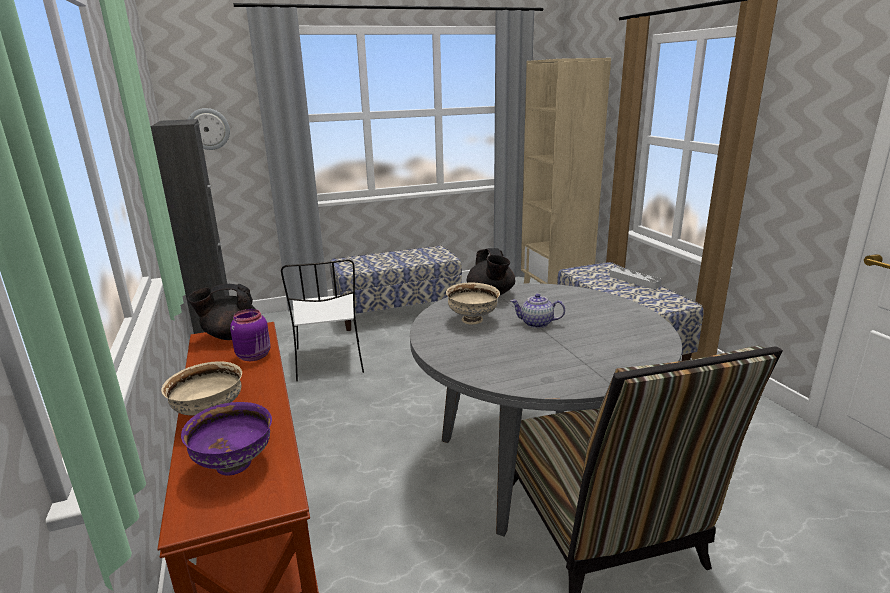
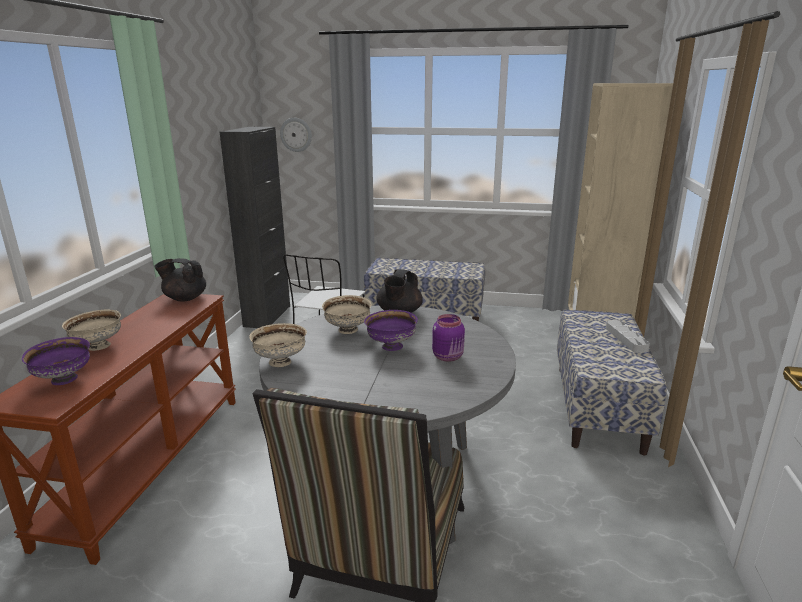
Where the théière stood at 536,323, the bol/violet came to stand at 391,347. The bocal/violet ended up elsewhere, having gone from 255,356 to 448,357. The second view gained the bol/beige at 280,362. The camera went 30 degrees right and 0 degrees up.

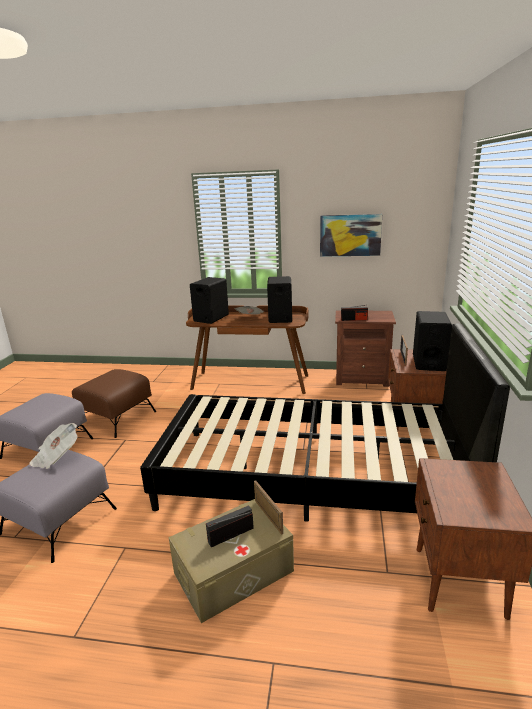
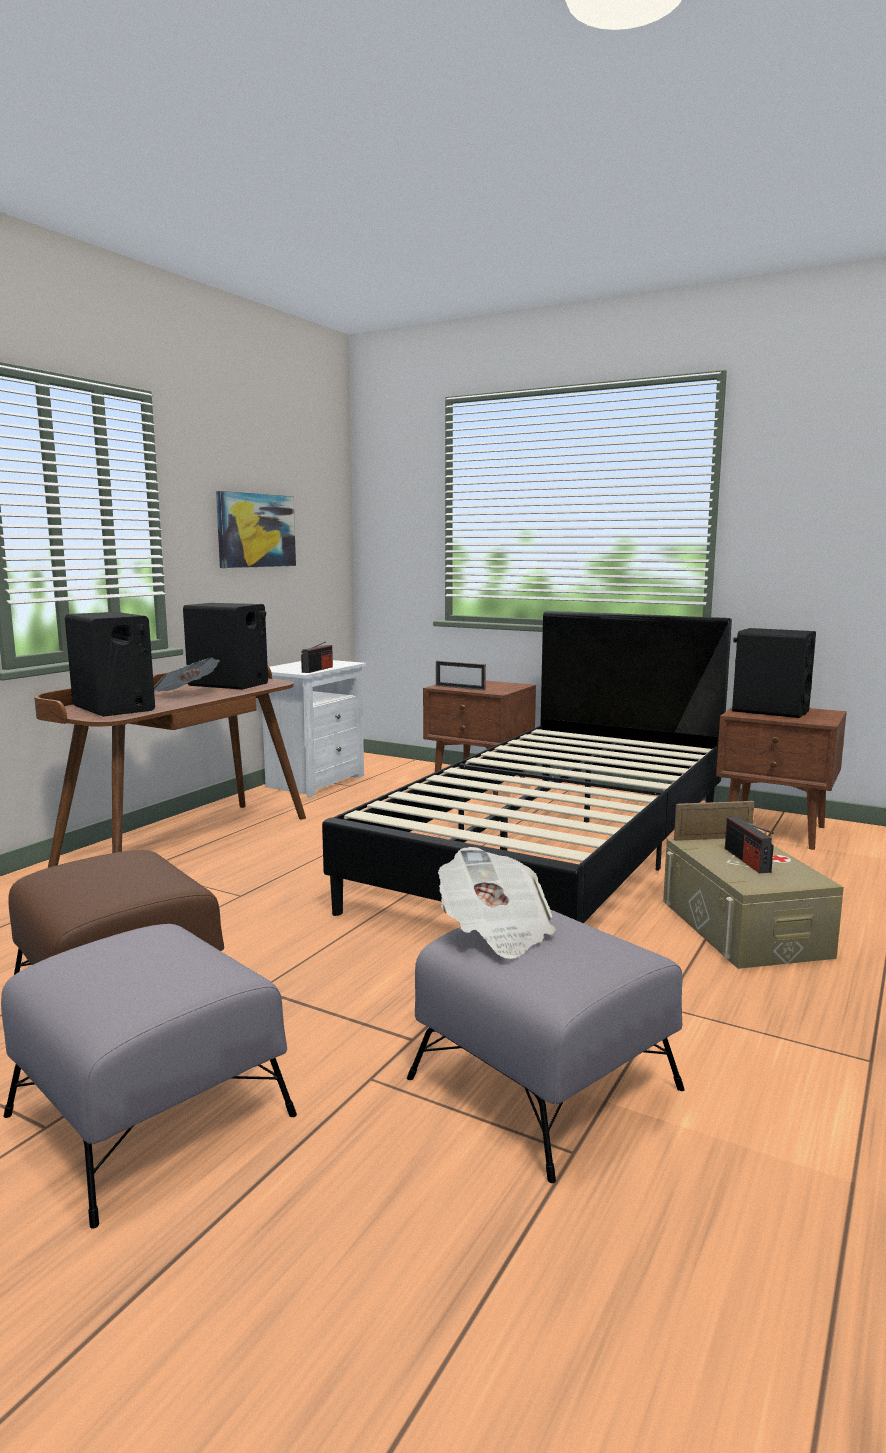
What was the table de chevet/marron at 362,378 turned into the table de chevet/blanc at 313,781. The enceinte/noir ended up elsewhere, having gone from 428,362 to 769,711. The camera went 70 degrees left and 10 degrees down.

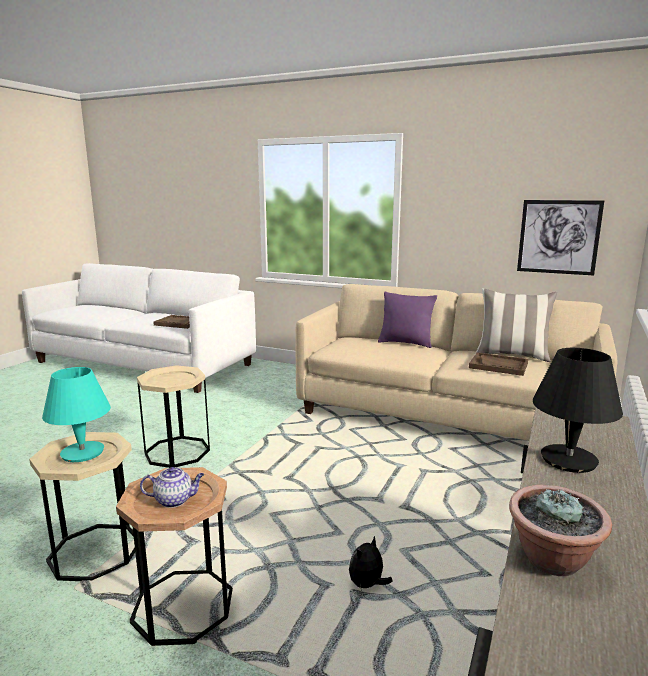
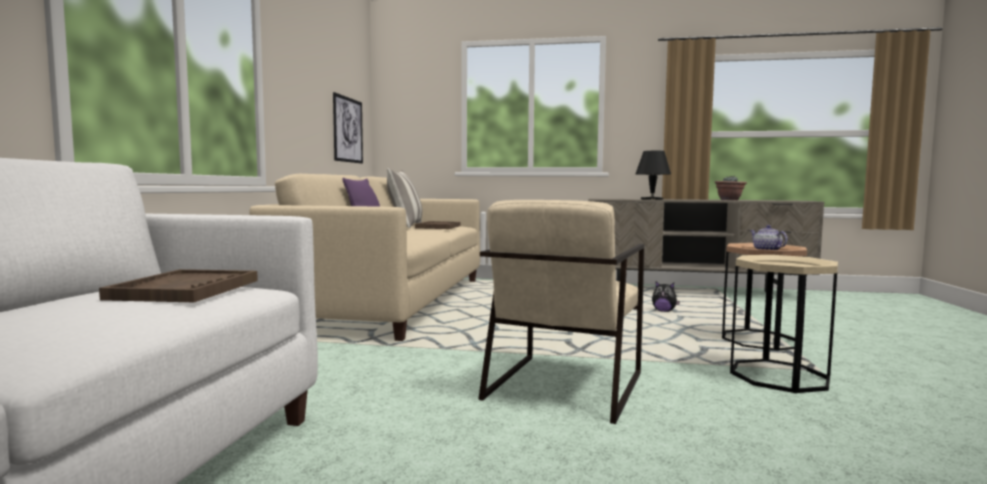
Where the table d'appoint/beige stood at 177,452, the fauteuil/beige came to stand at 564,385. The second view lost the lampe de table/turquoise at 82,453. The camera went 105 degrees left and 10 degrees down.

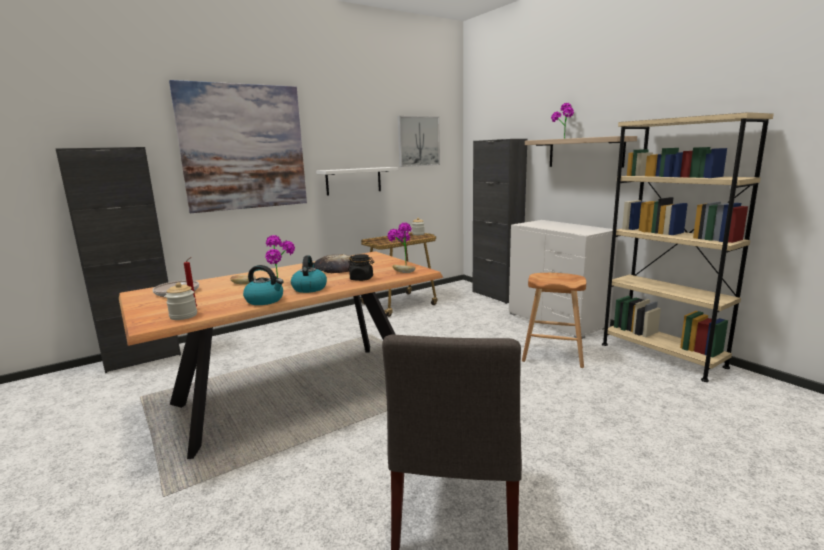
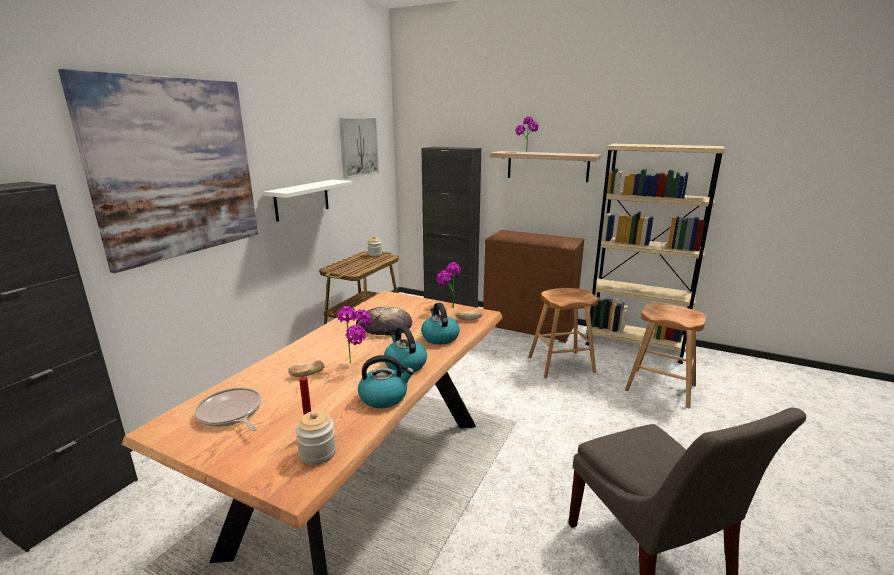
What was the commode/blanc at 557,320 turned into the commode/marron at 529,326. Where the bocal/noir stood at 361,279, the bouilloire came to stand at 439,337. The second view gained the tabouret/marron at 660,388. The camera went 30 degrees left and 5 degrees up.

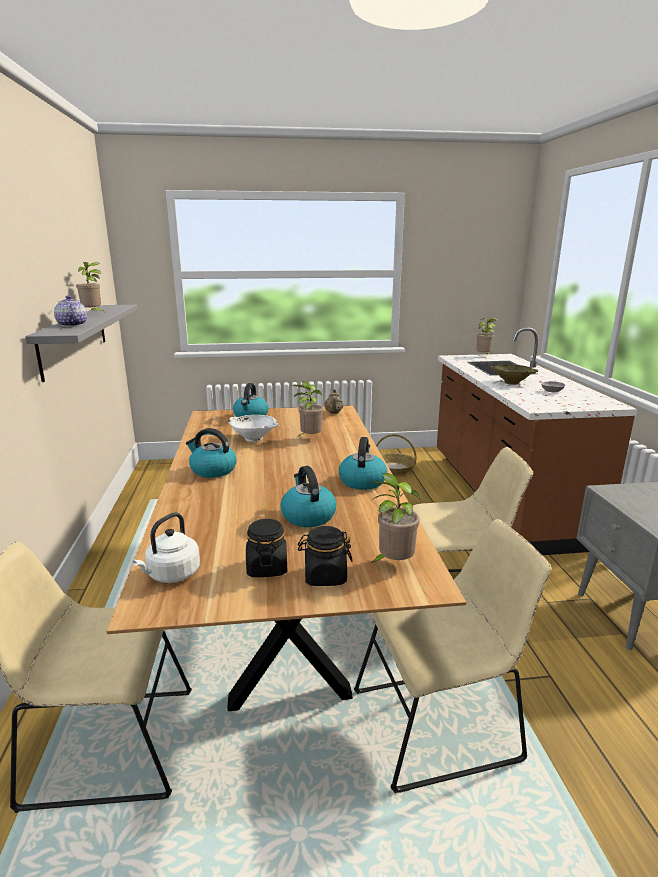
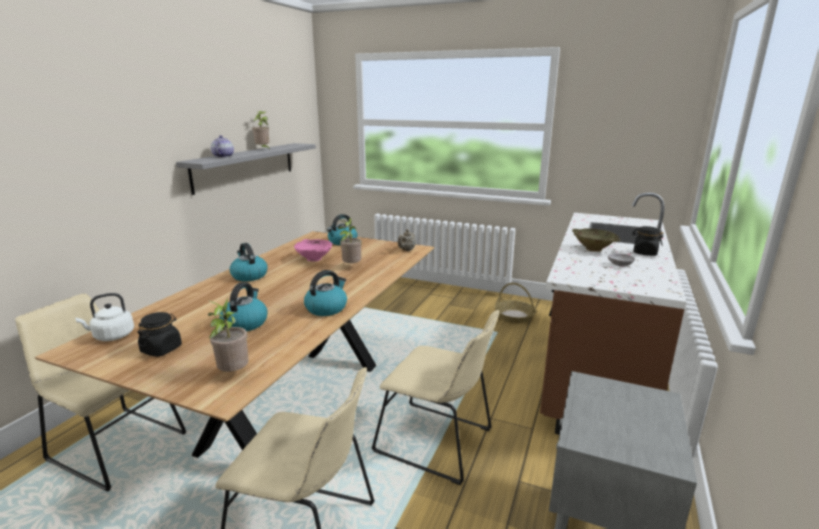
The second view lost the plante en pot at 484,356. What was the bol/blanc at 253,438 turned into the bol/rose at 314,259. The bocal/noir ended up elsewhere, having gone from 325,576 to 644,253. The camera went 30 degrees right and 0 degrees up.

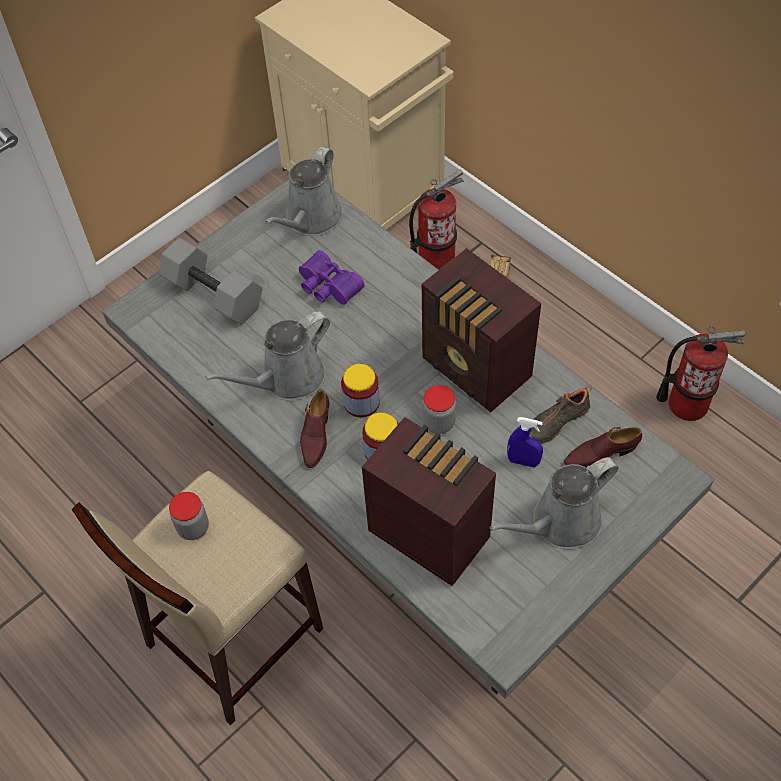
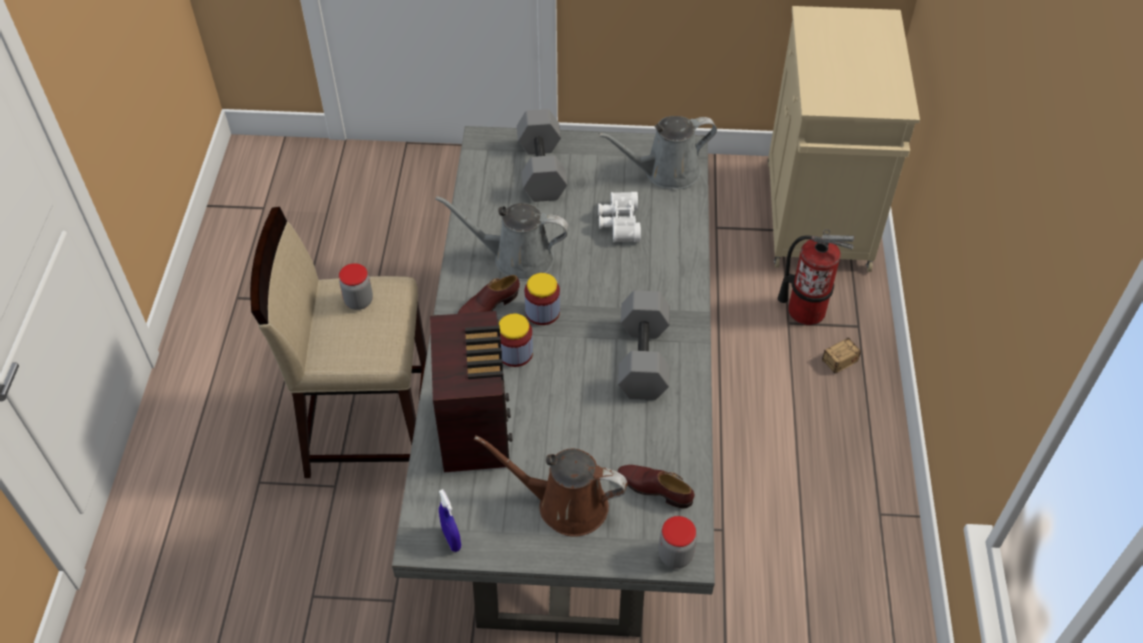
Where the radio stood at 476,370, the haltère/gris came to stand at 645,359. What was the jumelles/violet at 327,287 turned into the jumelles/blanc at 618,223. The second view lost the extincteur at 687,404. The bocal ended up elsewhere, having gone from 439,423 to 675,555. The second view lost the chaussure/noir at 556,421. The vaporisateur/bleu ended up elsewhere, having gone from 523,461 to 451,539. What was the arrosoir/gris at 560,523 turned into the arrosoir/marron at 565,504. The camera went 45 degrees right and 5 degrees down.

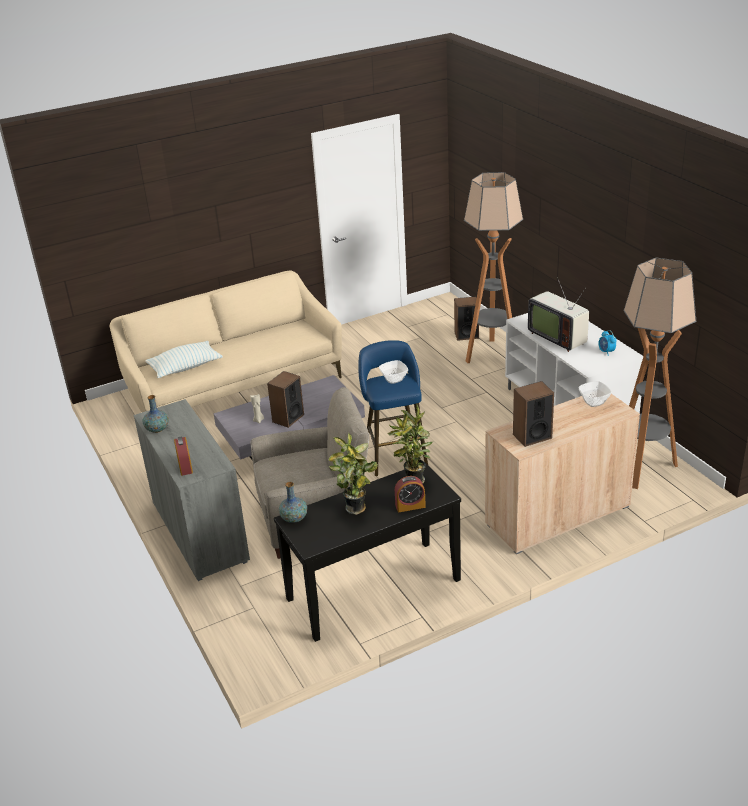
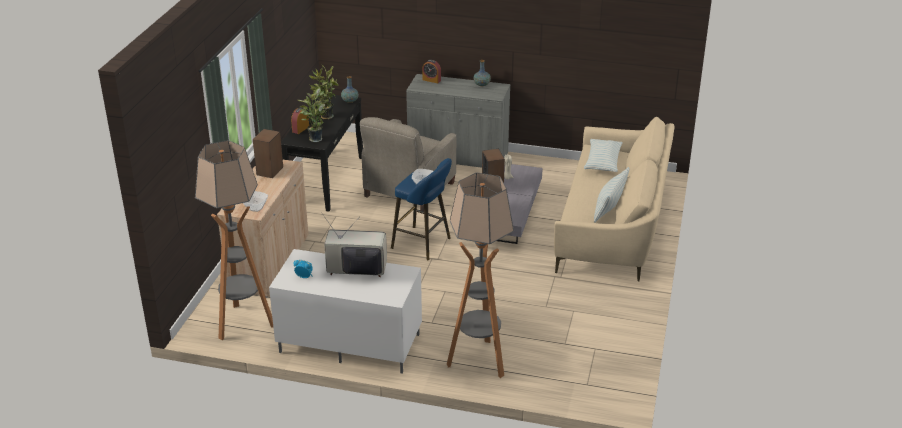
The second view lost the enceinte at 466,335. The second view gained the coussin at 609,208. The camera went 130 degrees right and 0 degrees up.

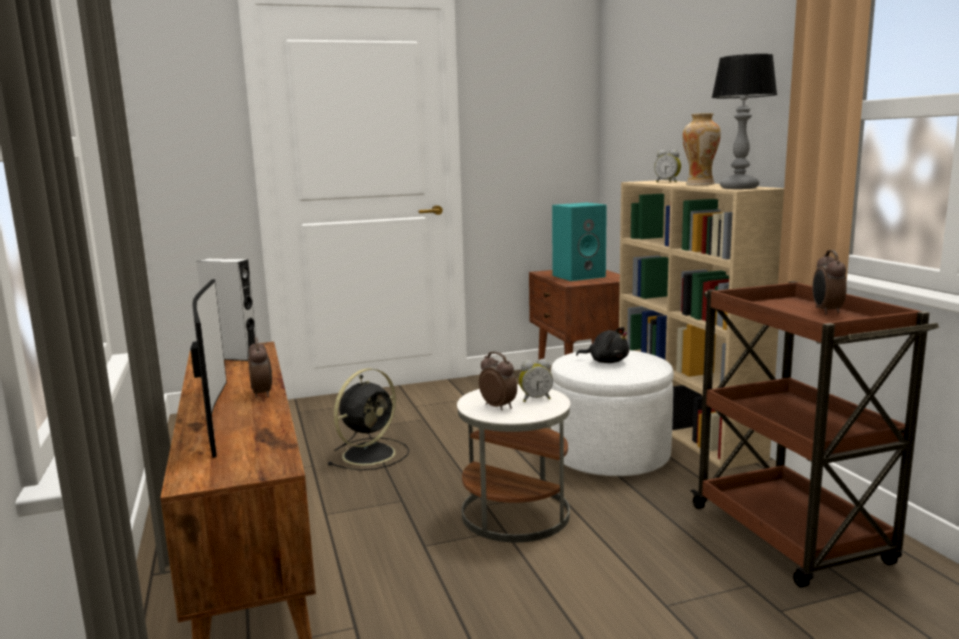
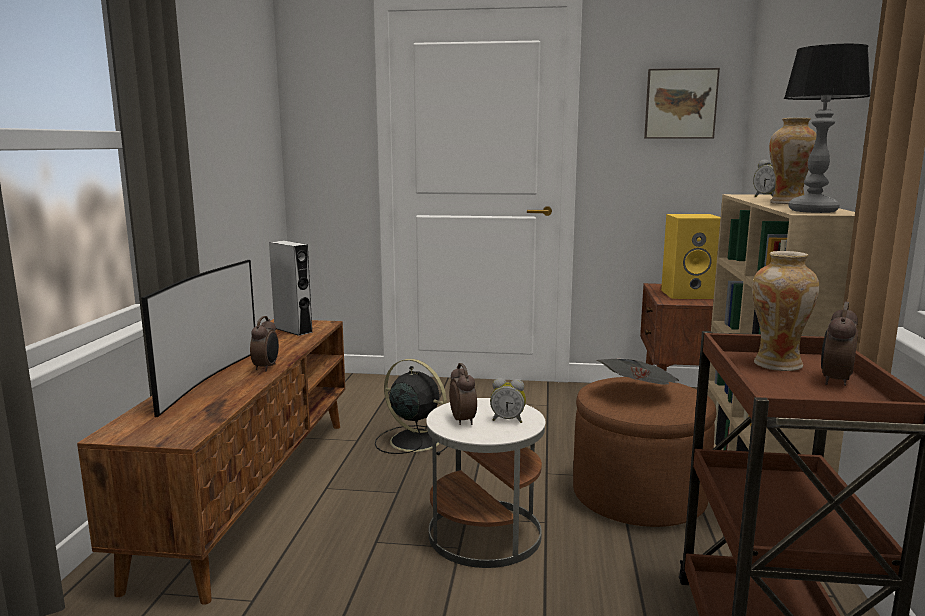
What was the enceinte/turquoise at 579,276 turned into the enceinte/jaune at 689,294. Where the peluche/noir stood at 606,361, the journal came to stand at 639,393. What was the pouf/blanc at 610,454 turned into the pouf/marron at 638,496. The ventilateur/noir at 371,453 ended up facing another way, 120 degrees counterclockwise from before. The second view gained the tableau at 680,104. The second view gained the vase at 777,364. The camera went 25 degrees right and 0 degrees up.

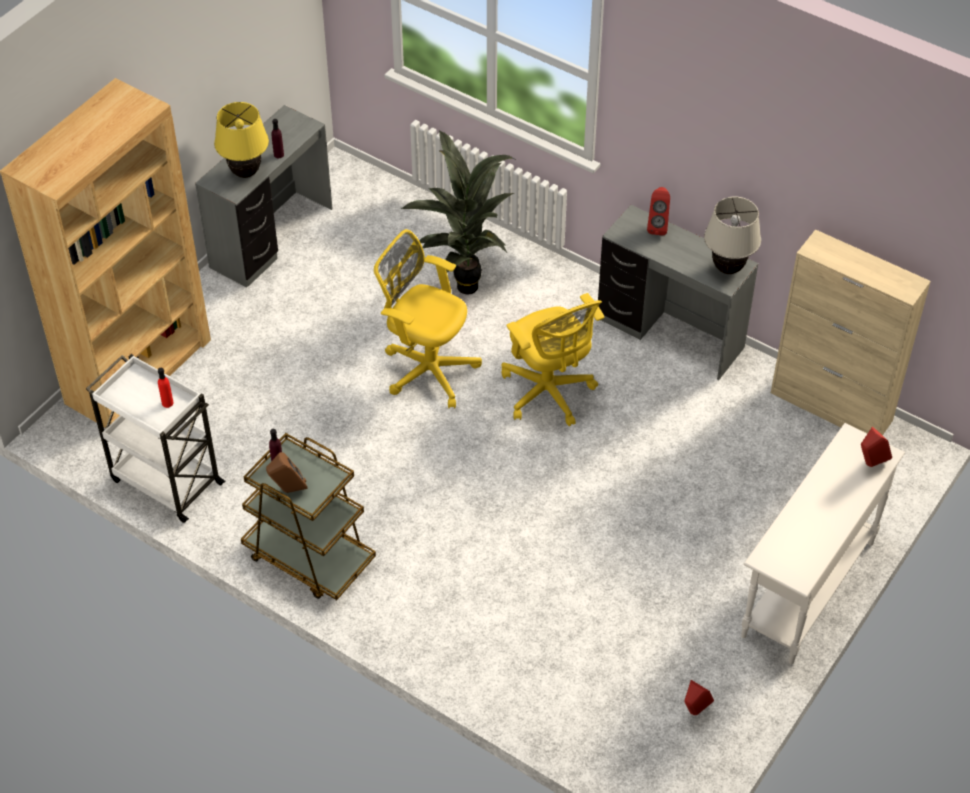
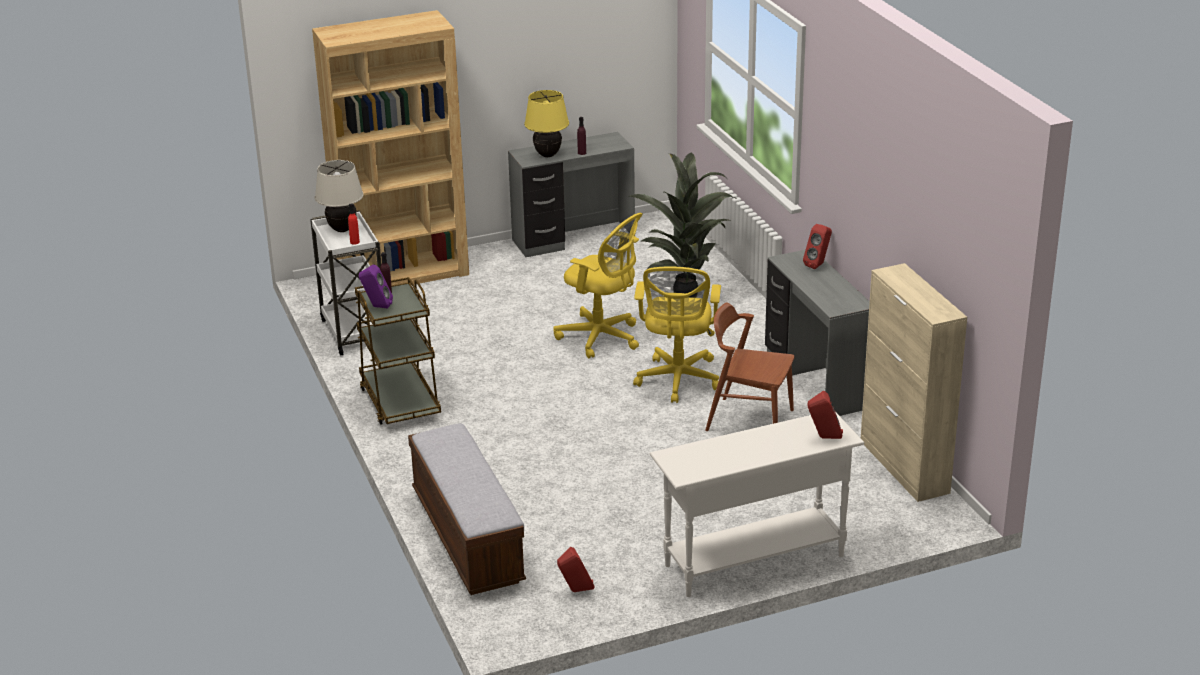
The lampe de table/beige ended up elsewhere, having gone from 727,268 to 342,229. The chaise de bureau/jaune at 427,369 ended up facing another way, 150 degrees clockwise from before. What was the enceinte/marron at 288,490 turned into the enceinte/violet at 377,307. The second view gained the chaise/marron at 749,420. The second view gained the banc at 467,537. The camera went 35 degrees right and 20 degrees down.

